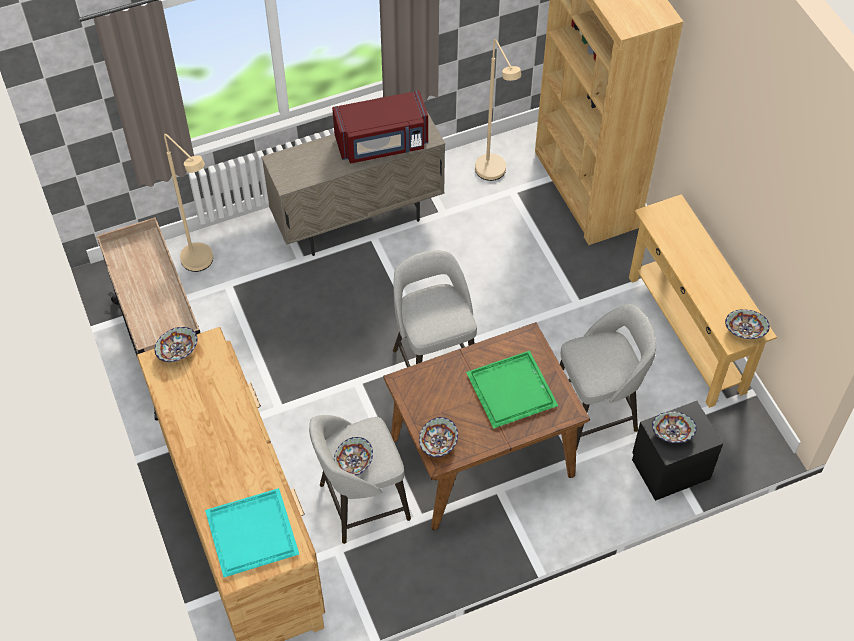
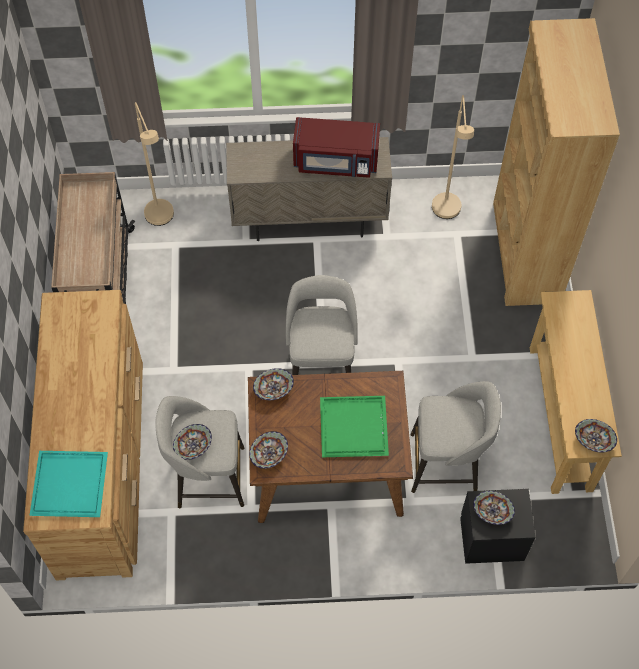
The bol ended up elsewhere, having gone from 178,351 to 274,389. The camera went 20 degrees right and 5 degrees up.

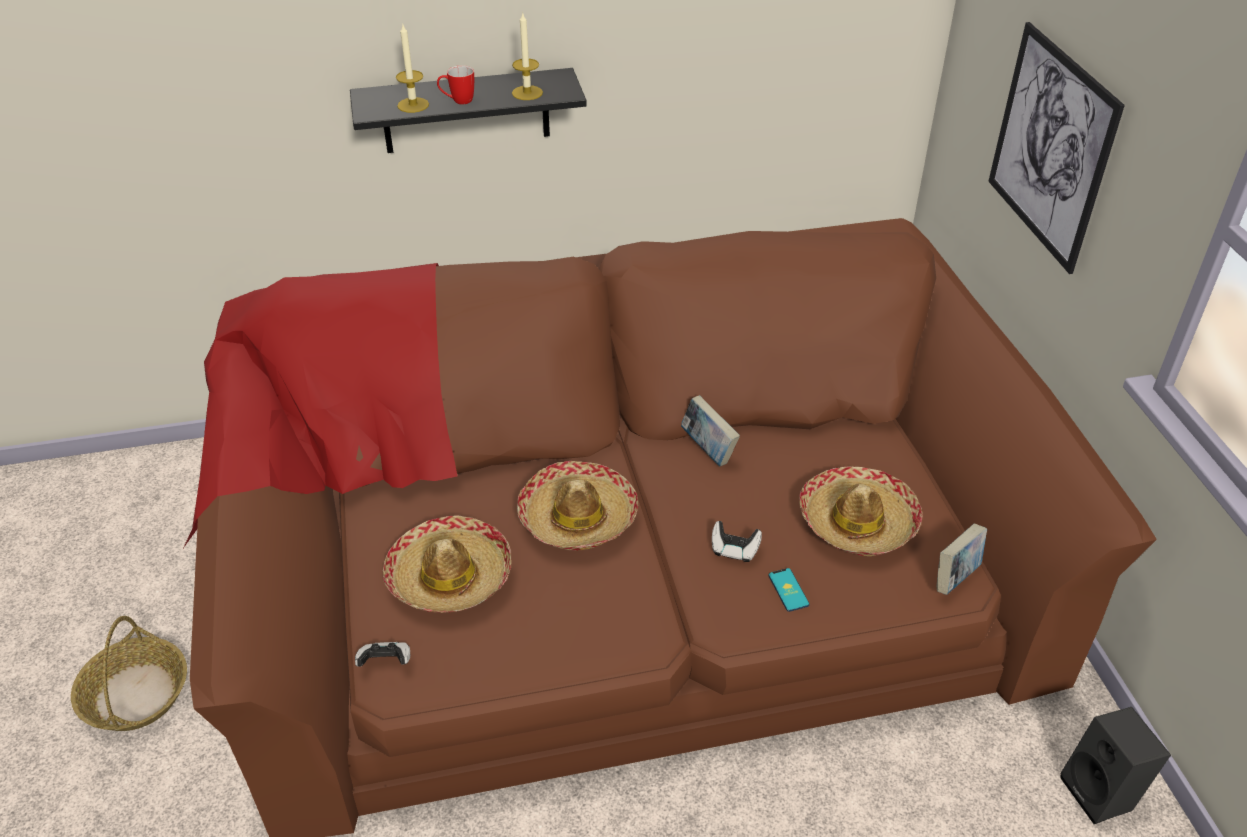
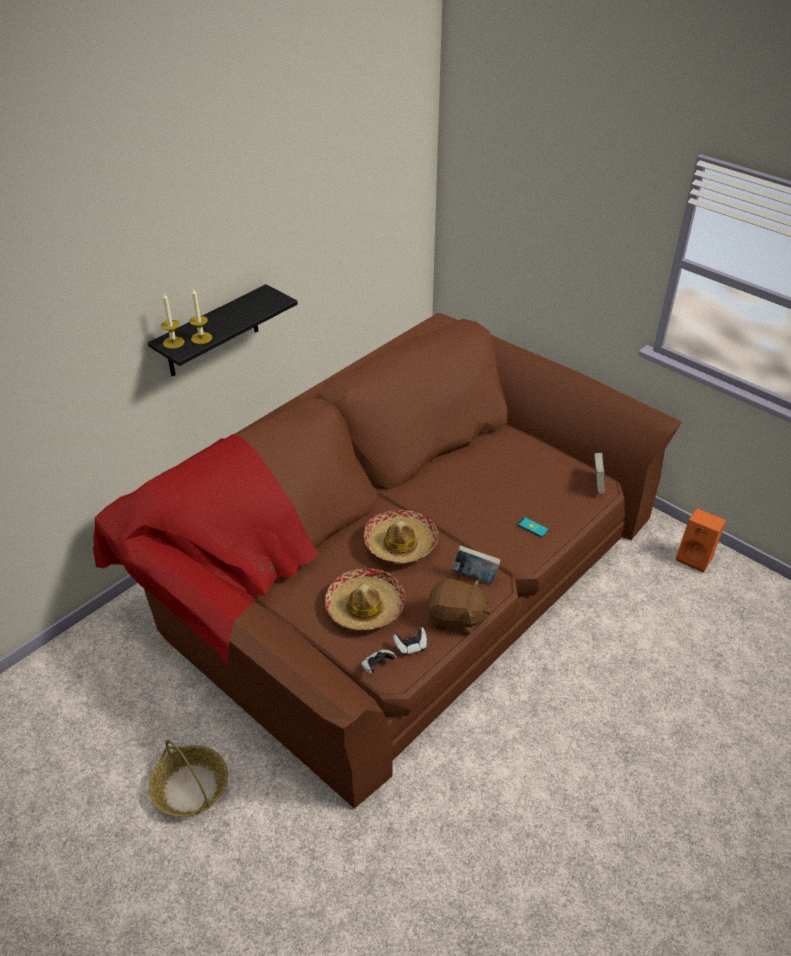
The bougie ended up elsewhere, having gone from 527,93 to 173,342. The second view lost the tableau at 1051,147. The second view lost the mug at 457,101. The livre ended up elsewhere, having gone from 708,449 to 474,576. The second view lost the chapeau at 858,522. The manette ended up elsewhere, having gone from 734,550 to 411,646. What was the enceinte/noir at 1102,793 turned into the enceinte/orange at 696,557. The second view gained the peluche/marron at 456,618. The camera went 35 degrees left and 0 degrees up.

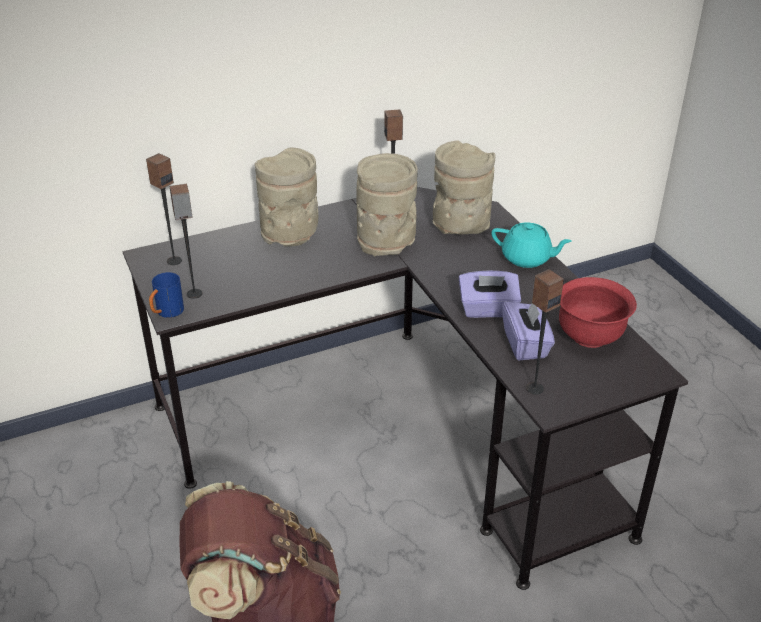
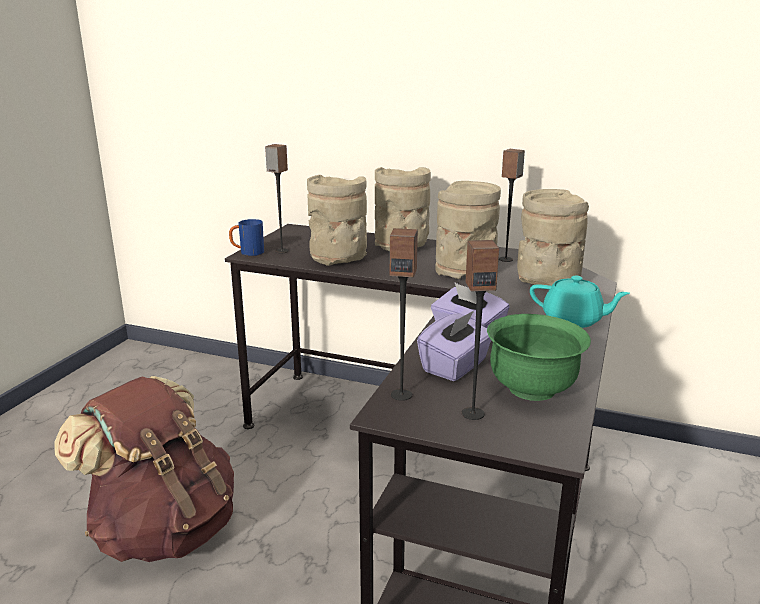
The enceinte ended up elsewhere, having gone from 174,261 to 472,413. The théière/turquoise at 527,258 ended up facing another way, 45 degrees counterclockwise from before. What was the bol/rouge at 590,337 turned into the bol/vert at 532,389. The second view gained the vase/beige at 337,260. The camera went 45 degrees right and 15 degrees down.

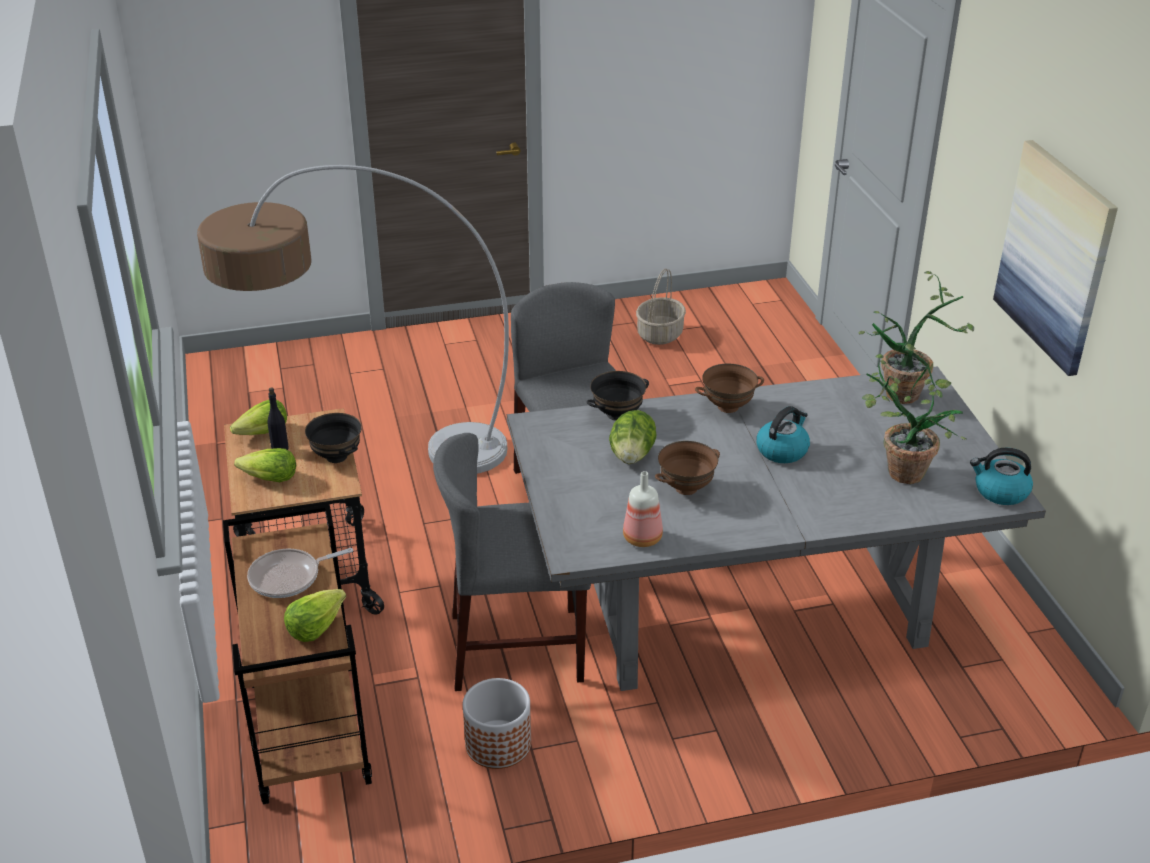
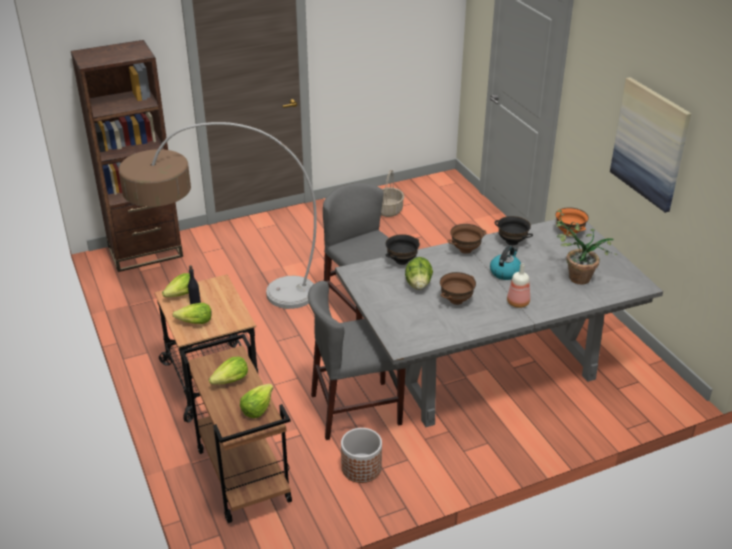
Where the plante en pot stood at 912,396, the bol/orange came to stand at 569,233. The bol/noir ended up elsewhere, having gone from 337,457 to 512,242. The second view lost the bouilloire at 1000,492. The bouteille ended up elsewhere, having gone from 643,538 to 518,302. Where the poêle stood at 289,577, the laitue came to stand at 231,381. The second view gained the bibliothèque/marron at 145,253. The camera went 10 degrees left and 0 degrees up.

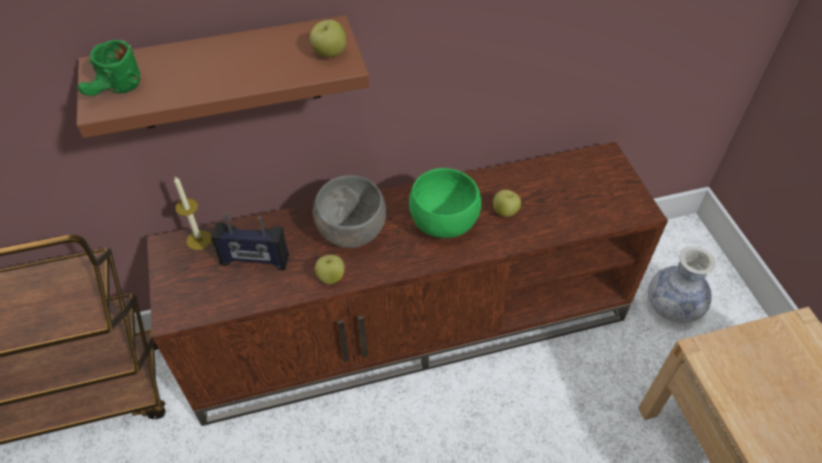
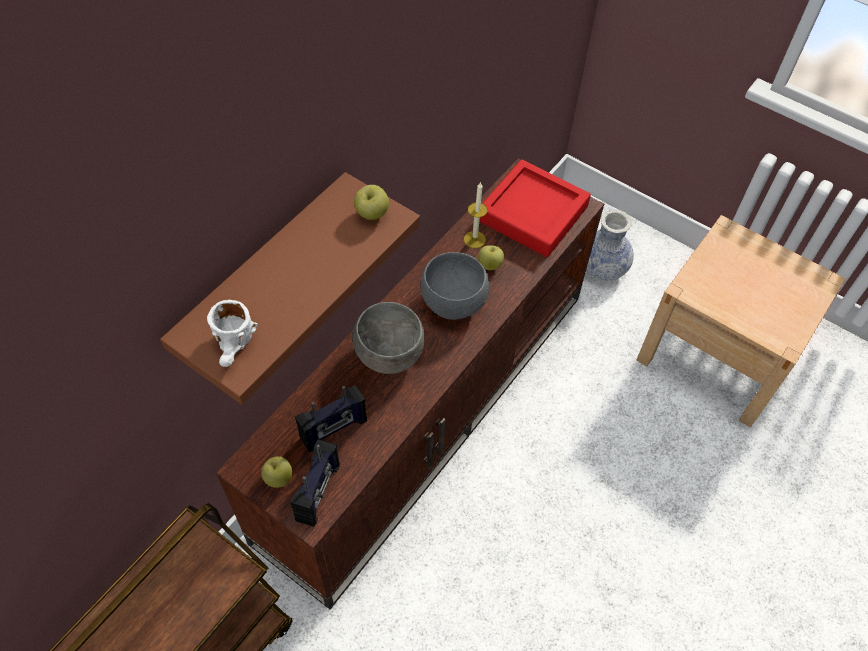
What was the mug/vert at 115,91 turned into the mug/blanc at 236,348. What was the bol/vert at 444,224 turned into the bol/gris at 454,303. The bougie ended up elsewhere, having gone from 199,240 to 474,239. The pomme ended up elsewhere, having gone from 331,277 to 278,478. The second view gained the plateau/rouge at 532,214. The second view gained the radio at 319,493. The camera went 40 degrees left and 5 degrees up.

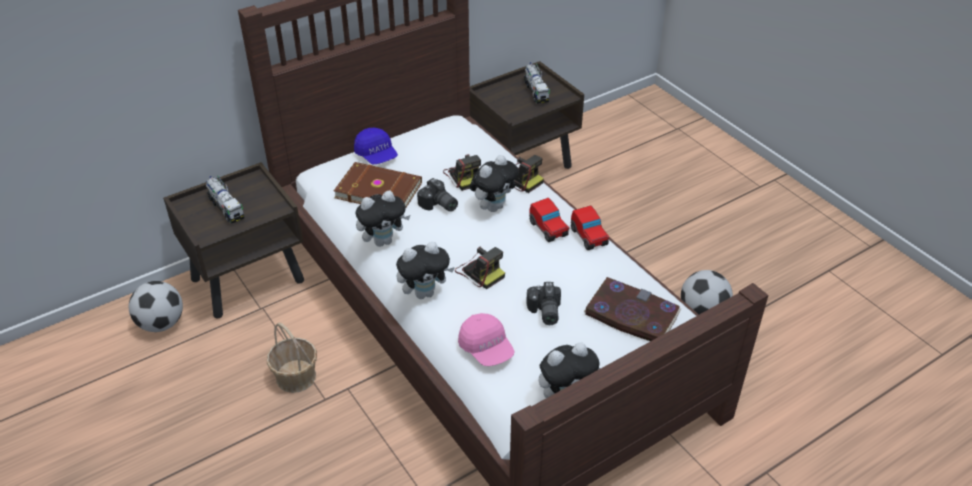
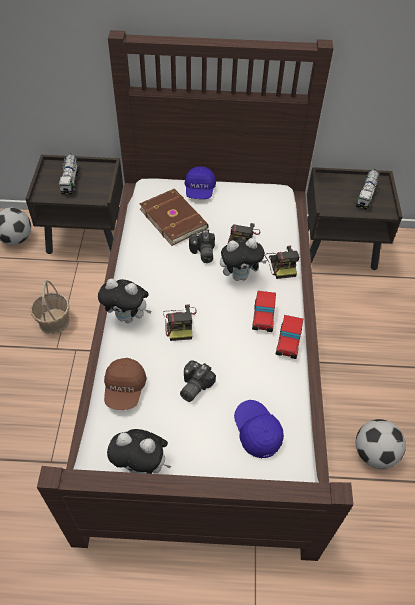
The second view lost the peluche at 383,241. Where the livre stood at 631,314, the casquette/bleu came to stand at 257,432. What was the casquette/rose at 486,349 turned into the casquette/marron at 125,389. The camera went 35 degrees right and 10 degrees up.

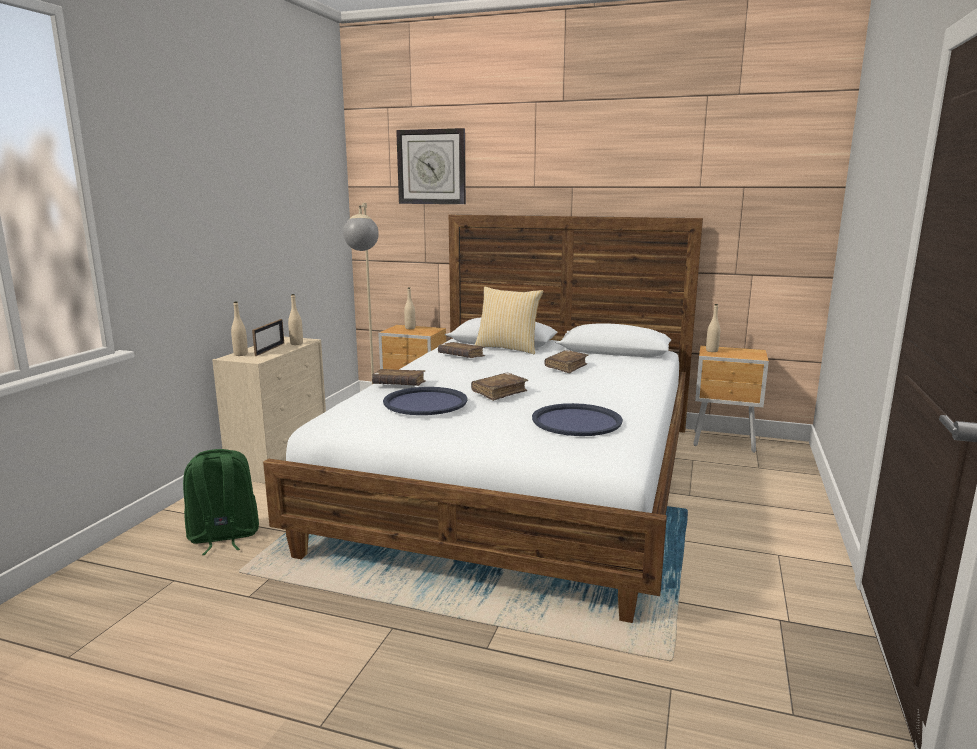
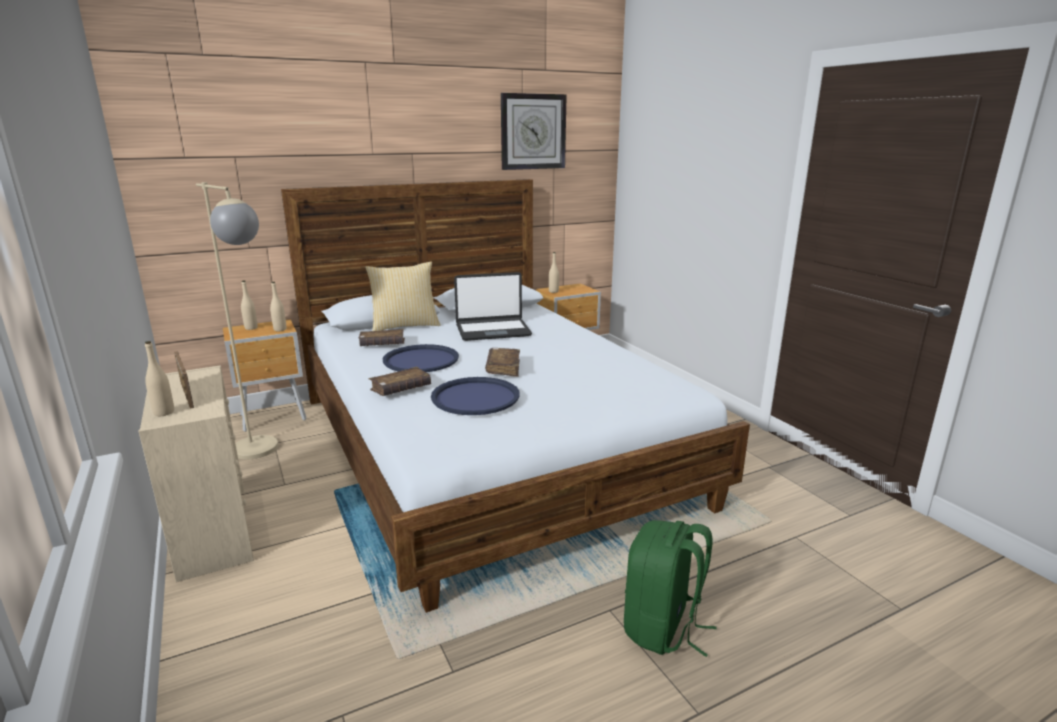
The horloge murale ended up elsewhere, having gone from 431,167 to 533,132. The bouteille/beige ended up elsewhere, having gone from 296,343 to 280,329. Where the livre/marron stood at 566,367, the ordinateur portable came to stand at 493,330. The plateau/bleu ended up elsewhere, having gone from 576,421 to 421,360. The sac à dos/vert ended up elsewhere, having gone from 223,536 to 663,628. The camera went 45 degrees left and 5 degrees up.

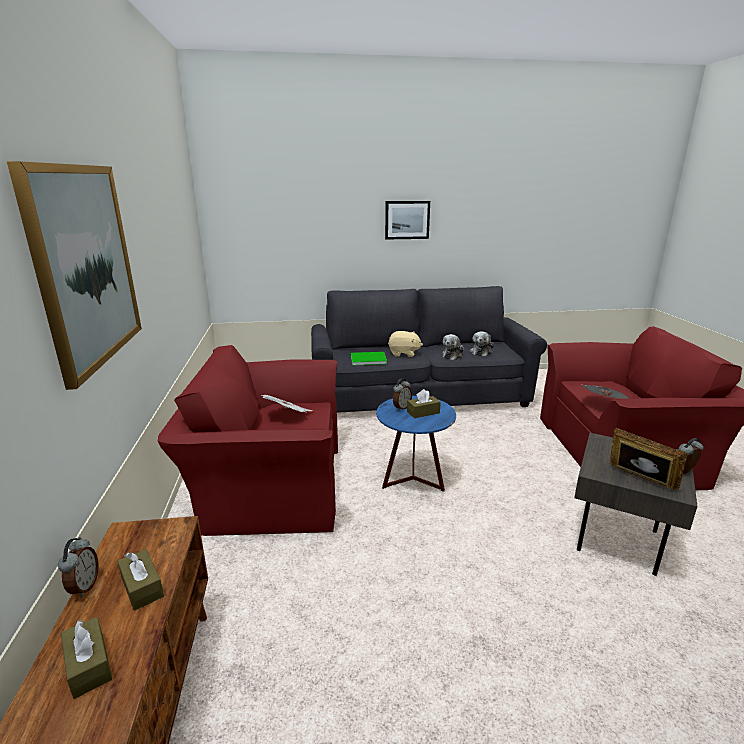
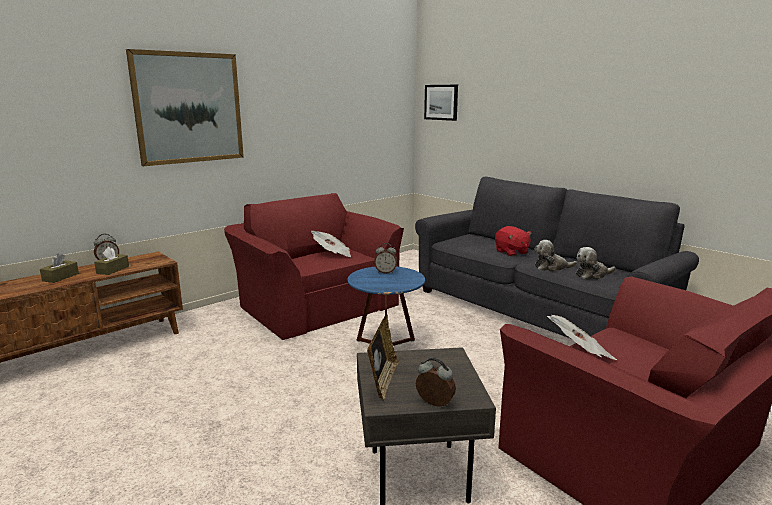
The tableau ended up elsewhere, having gone from 407,220 to 441,102. What was the peluche/beige at 404,353 turned into the peluche/rouge at 511,252. The second view lost the livre/vert at 367,359. The second view lost the boîte à mouchoirs/marron at 423,412. The camera went 55 degrees right and 5 degrees down.

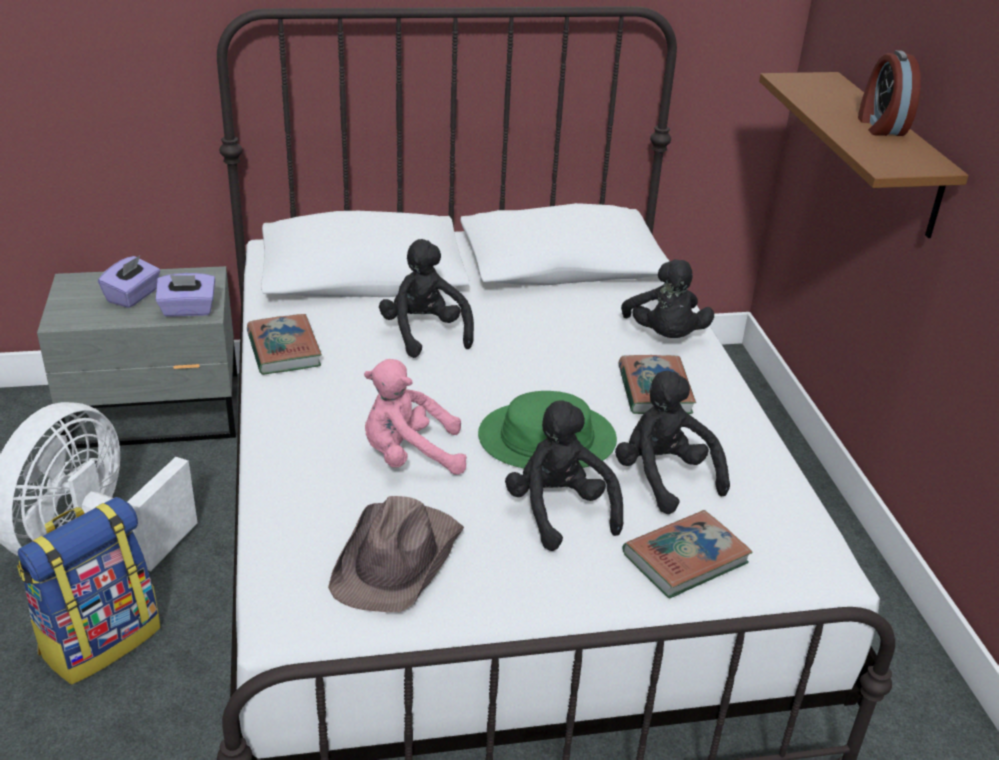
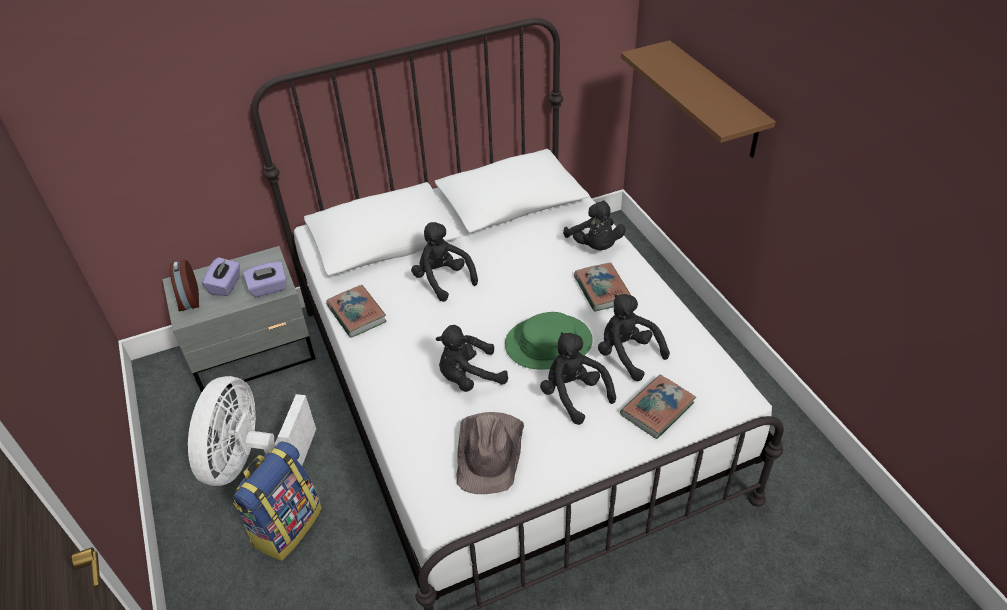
The réveil ended up elsewhere, having gone from 880,126 to 188,299. What was the peluche/rose at 409,456 turned into the peluche/noir at 469,377. The camera went 10 degrees left and 10 degrees up.

